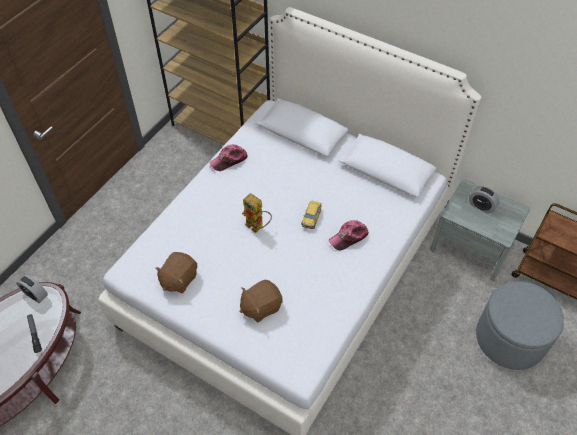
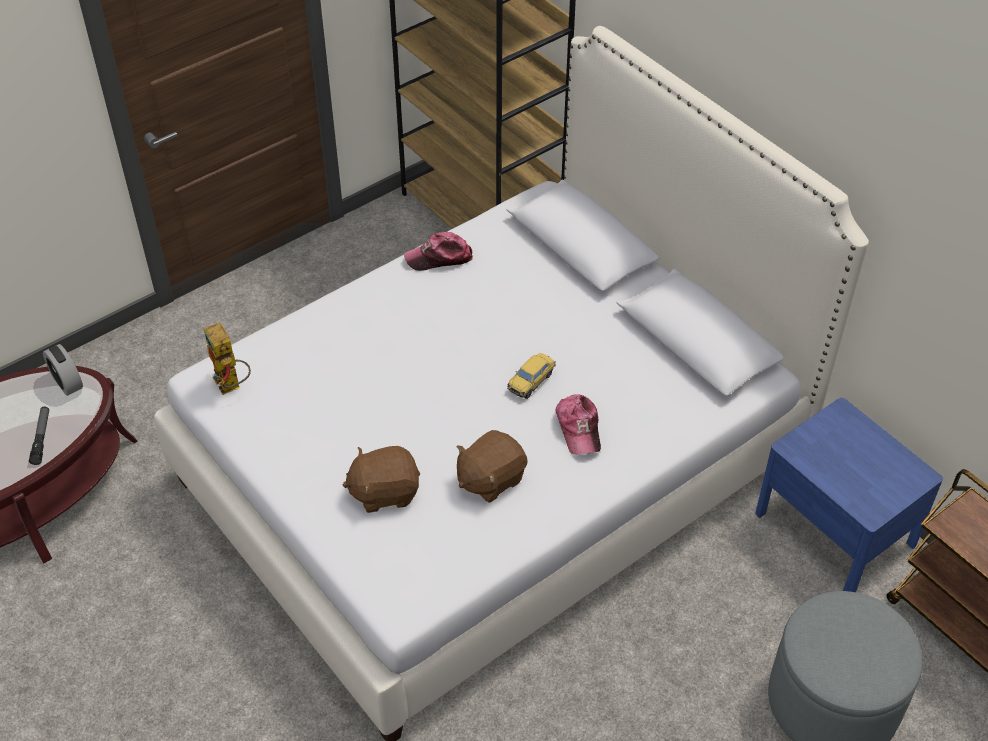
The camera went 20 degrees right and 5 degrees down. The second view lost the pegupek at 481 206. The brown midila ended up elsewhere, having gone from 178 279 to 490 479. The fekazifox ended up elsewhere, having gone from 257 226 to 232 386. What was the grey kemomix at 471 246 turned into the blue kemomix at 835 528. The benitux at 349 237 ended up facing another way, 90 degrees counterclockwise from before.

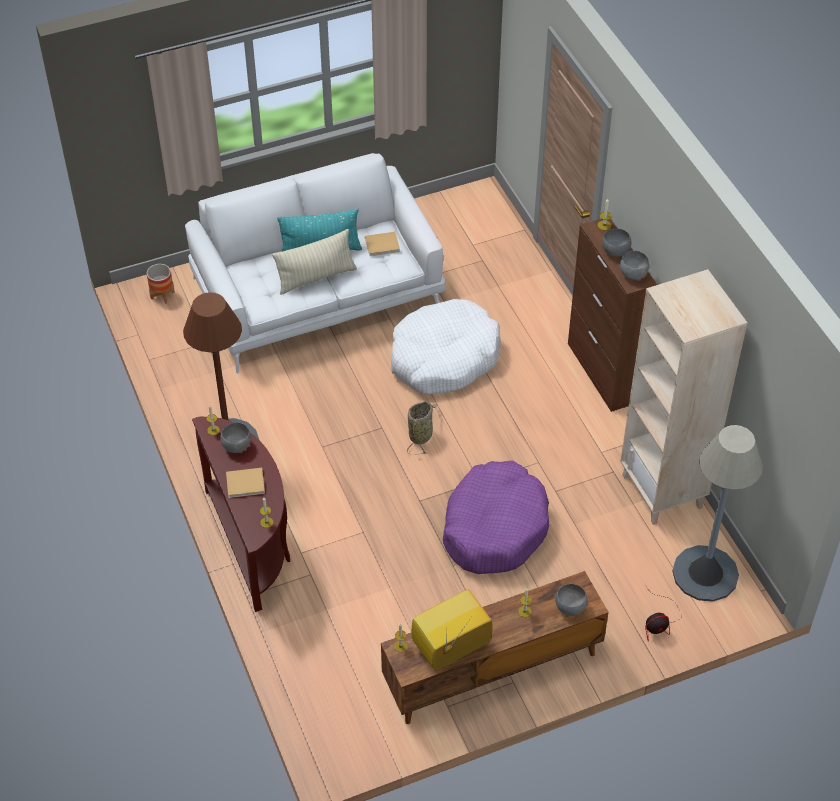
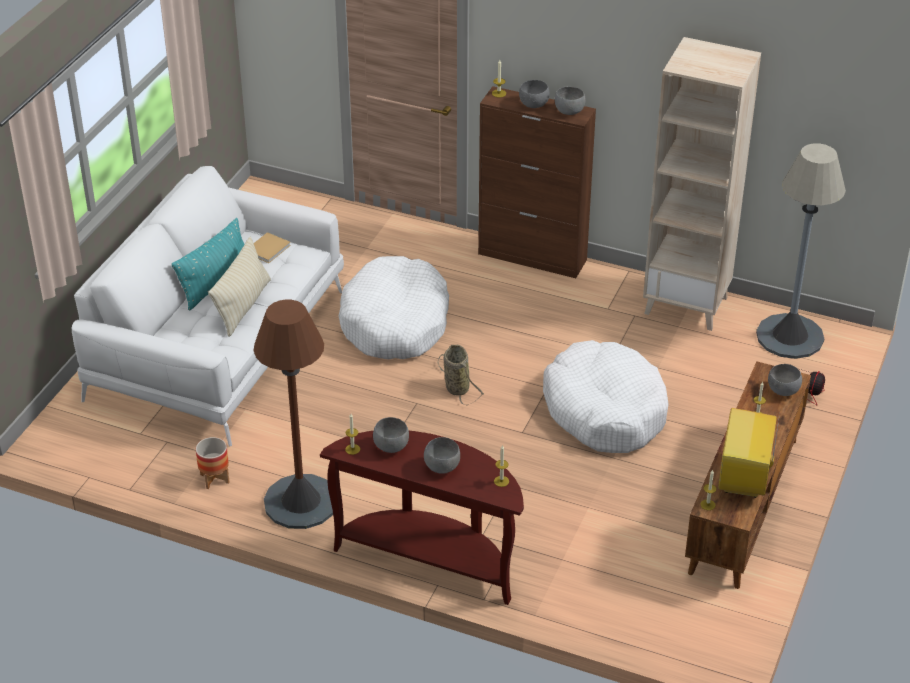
The camera went 45 degrees left and 10 degrees down. The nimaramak ended up elsewhere, having gone from 162 295 to 214 478. Where the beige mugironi stood at 246 483, the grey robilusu came to stand at 442 466. What was the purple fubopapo at 494 527 turned into the white fubopapo at 605 410.

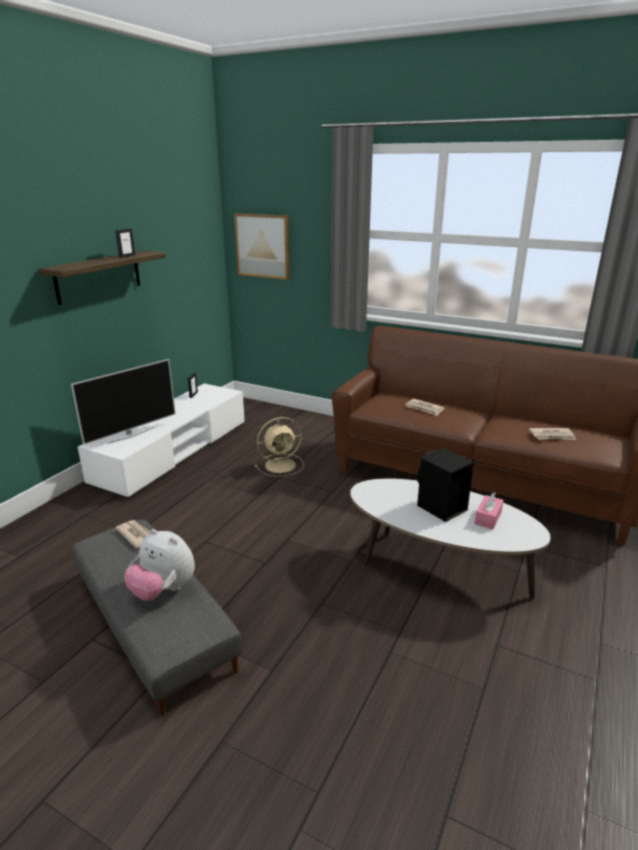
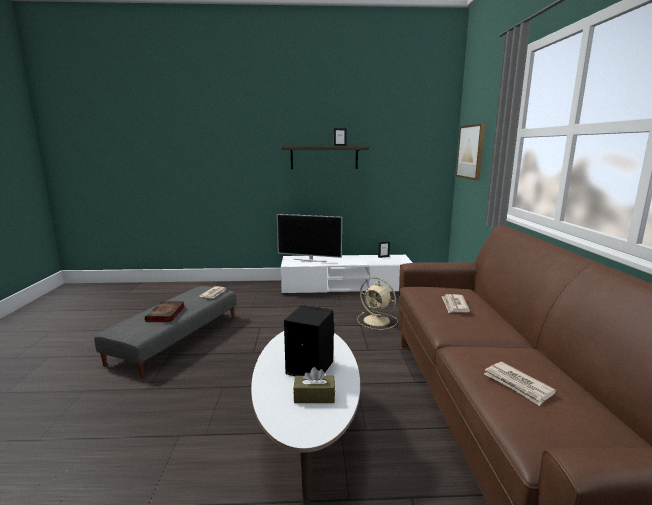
The camera went 60 degrees right and 10 degrees down. Where the midila stood at 163 590, the mugironi came to stand at 166 314. What was the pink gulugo at 488 518 turned into the brown gulugo at 314 396.

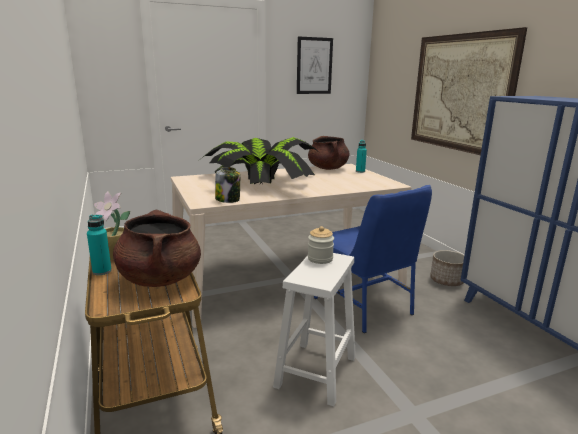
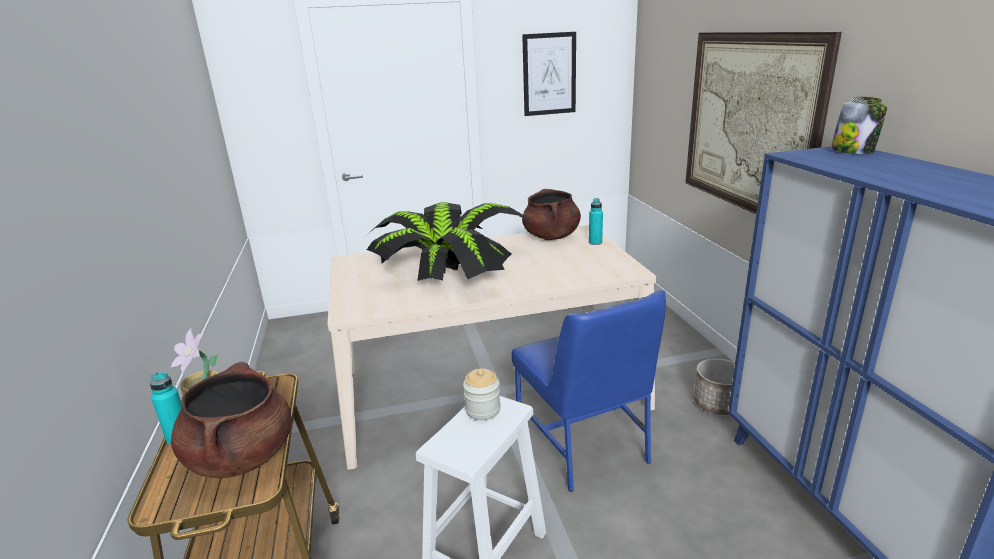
The camera went 10 degrees right and 5 degrees up. The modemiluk ended up elsewhere, having gone from 228 200 to 853 151.

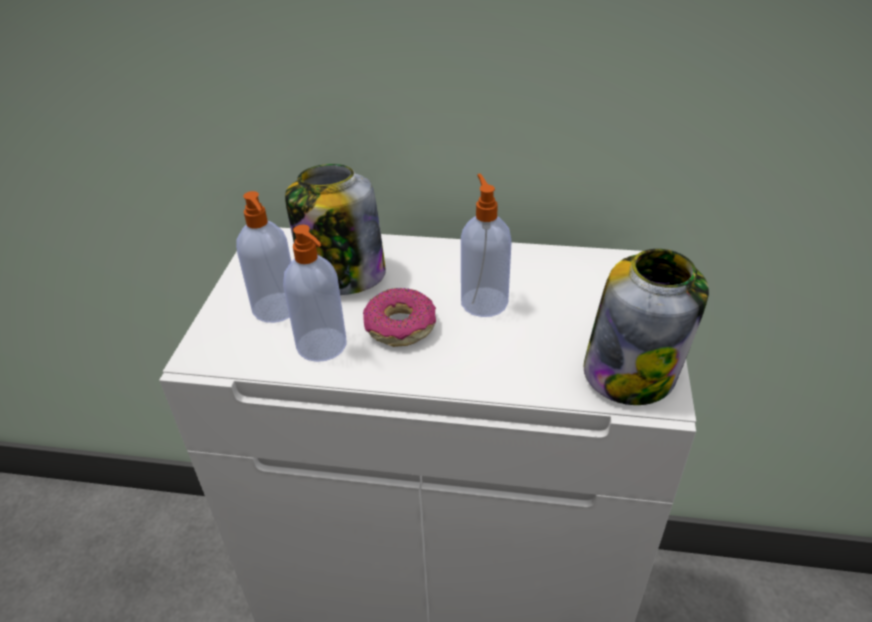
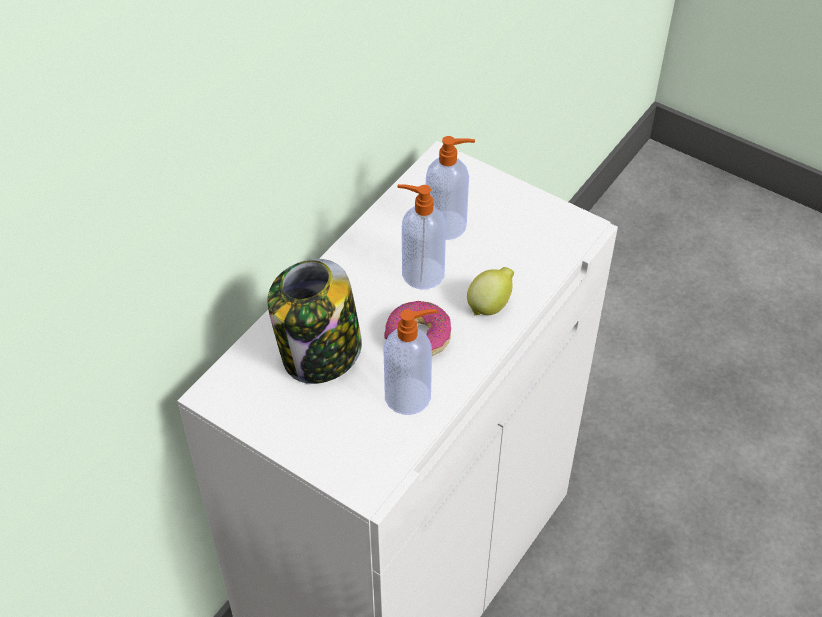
The camera went 65 degrees left and 10 degrees up. The second view lost the modemiluk at 631 372. The second view gained the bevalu at 490 305. The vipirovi ended up elsewhere, having gone from 276 309 to 447 225.

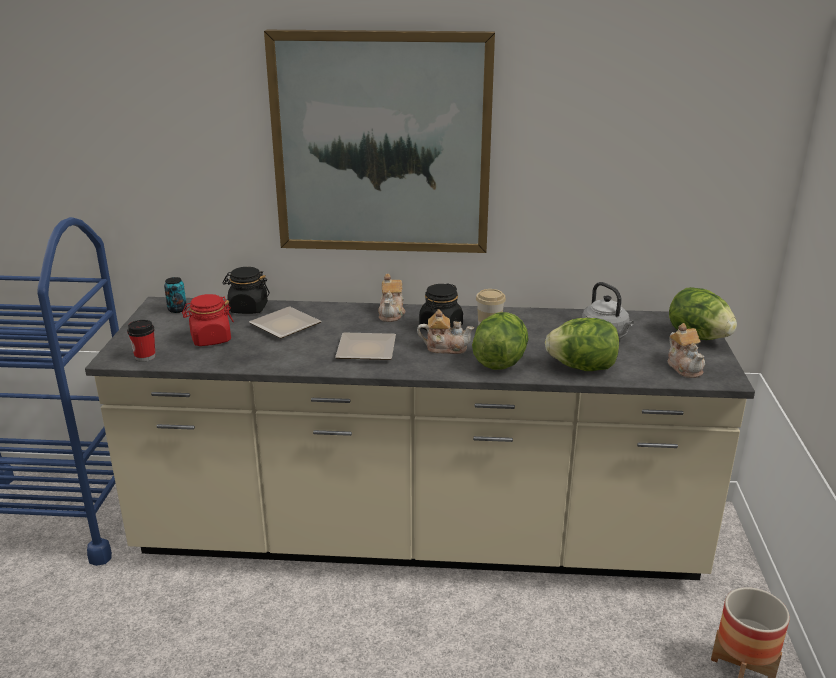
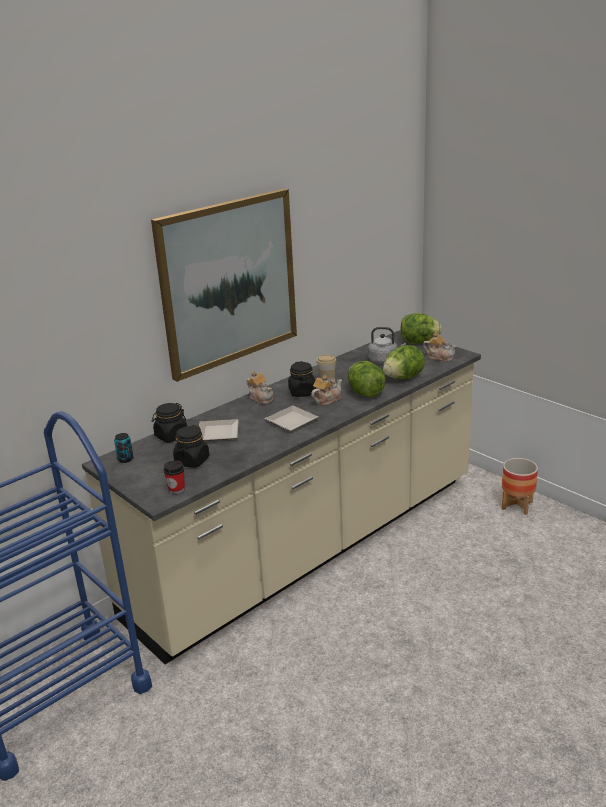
The camera went 45 degrees left and 0 degrees up. What was the red modemiluk at 210 339 turned into the black modemiluk at 192 461.

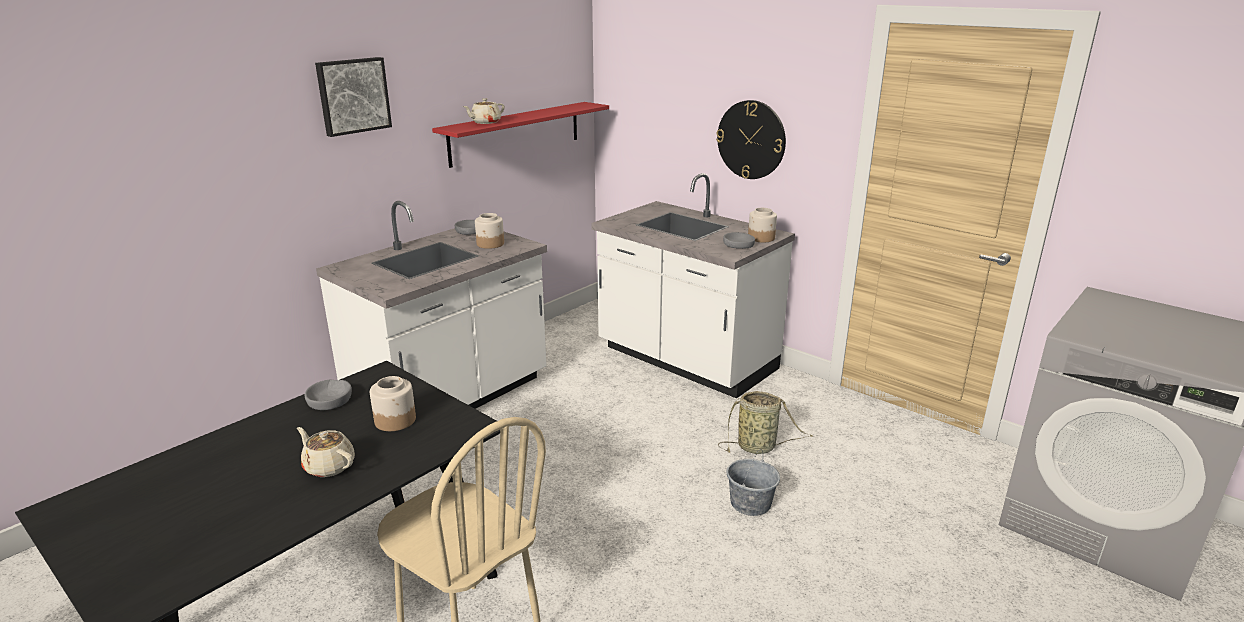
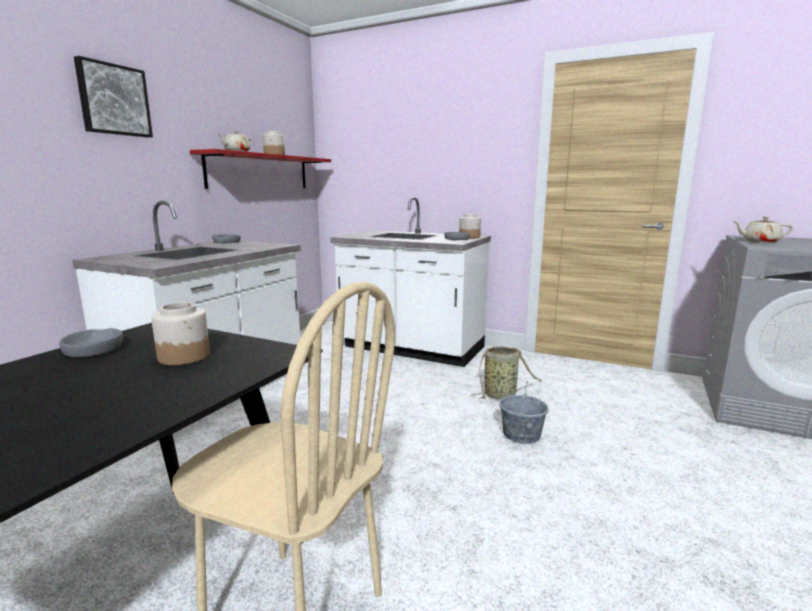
The camera went 15 degrees left and 10 degrees down. The second view lost the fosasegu at 751 140. The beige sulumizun ended up elsewhere, having gone from 329 466 to 759 242. The modemiluk ended up elsewhere, having gone from 490 244 to 274 155.

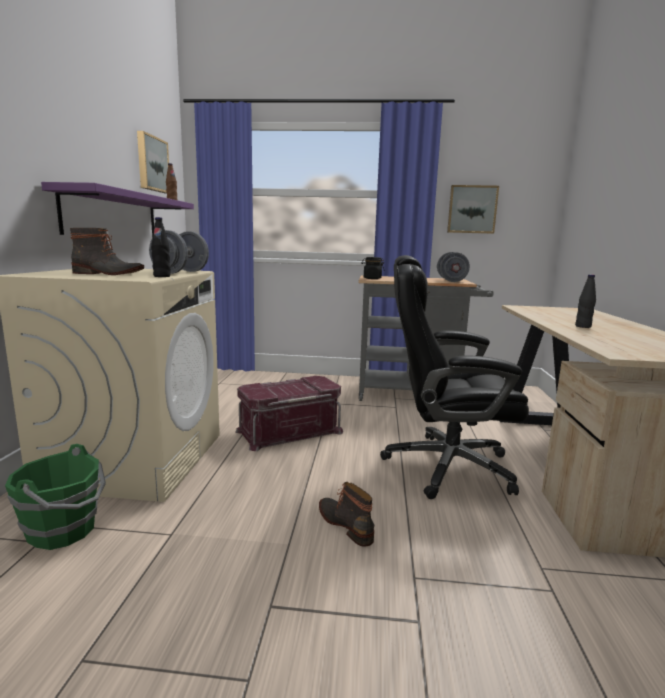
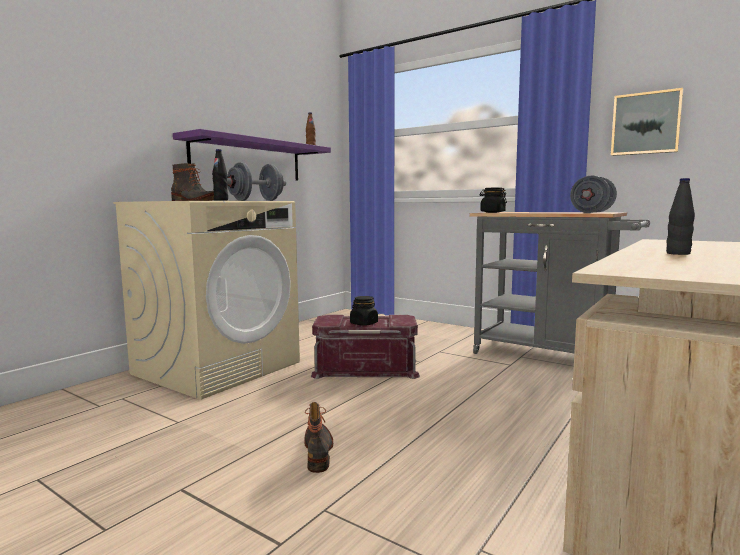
The camera went 30 degrees right and 5 degrees down. The second view lost the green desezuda at 64 530. The second view lost the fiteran at 151 164. The second view lost the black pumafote at 445 466. The second view gained the black modemiluk at 363 323.

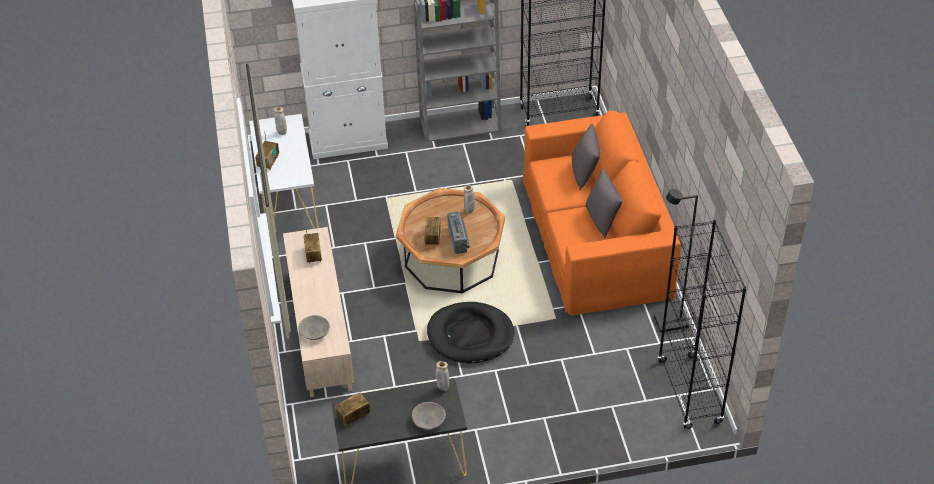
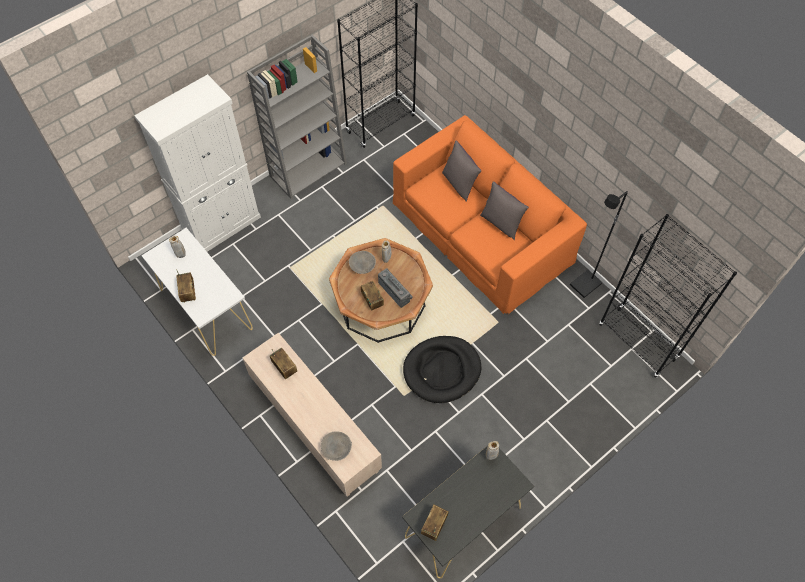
The camera went 30 degrees left and 15 degrees up. The grey robilusu ended up elsewhere, having gone from 428 421 to 362 266.

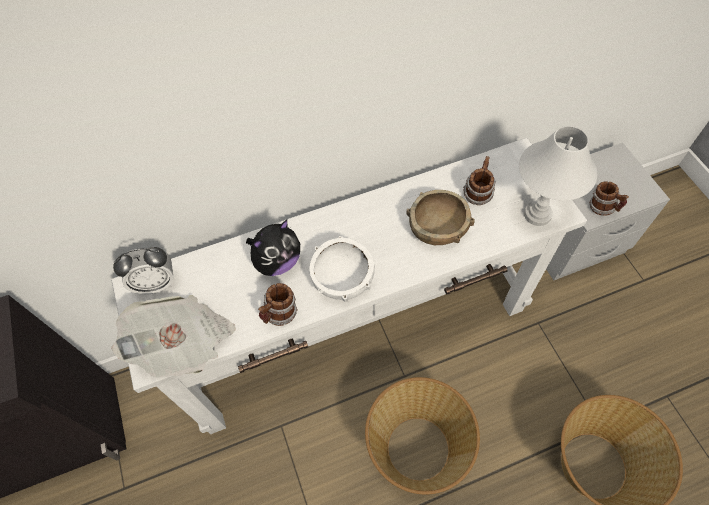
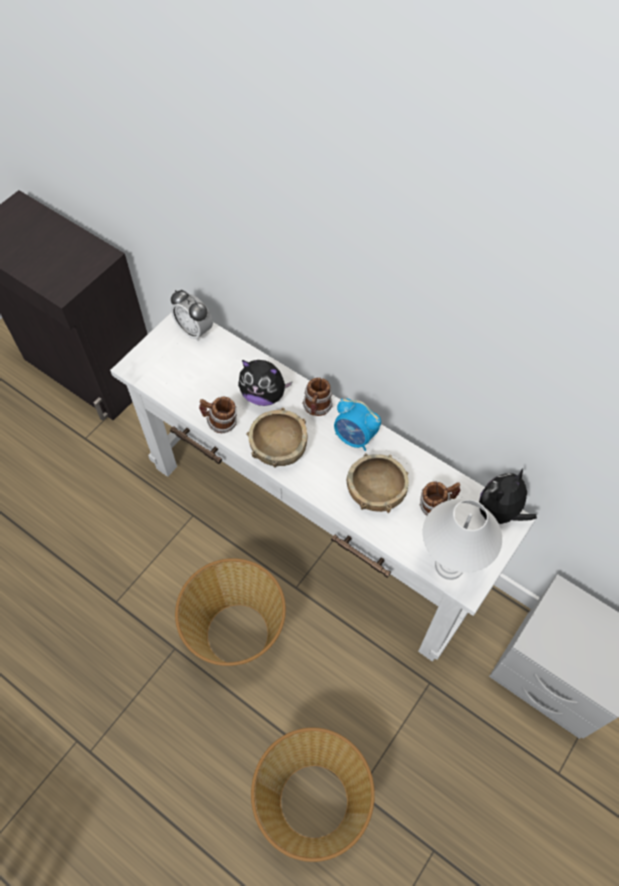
The camera went 55 degrees right and 0 degrees up. The second view lost the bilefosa at 185 343. The second view gained the pegupek at 355 437. The second view gained the midila at 500 513. The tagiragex ended up elsewhere, having gone from 602 208 to 317 408. What was the white robilusu at 342 278 turned into the brown robilusu at 279 447.

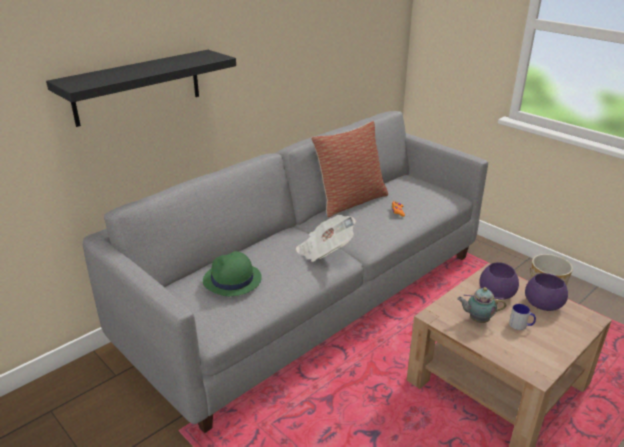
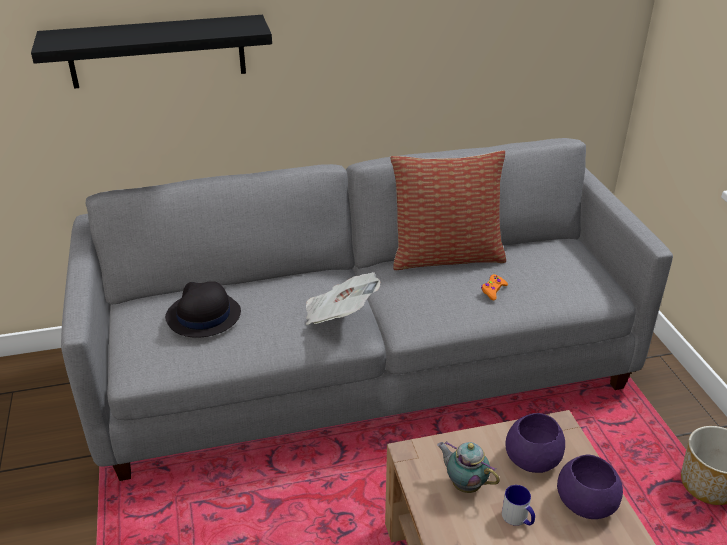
The camera went 30 degrees right and 5 degrees up. What was the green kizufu at 232 280 turned into the black kizufu at 203 315.

